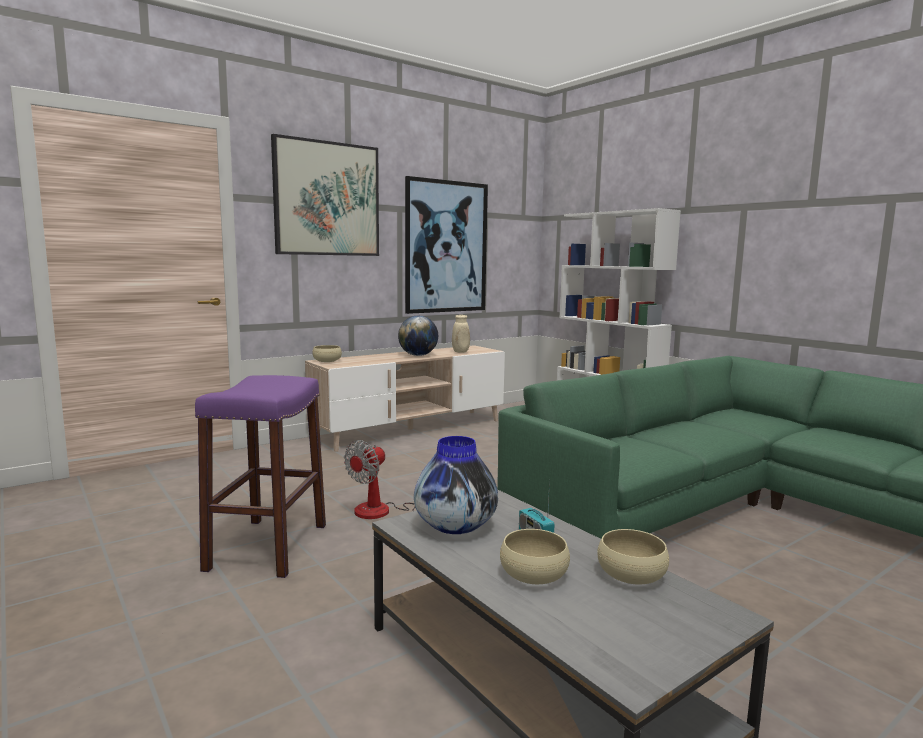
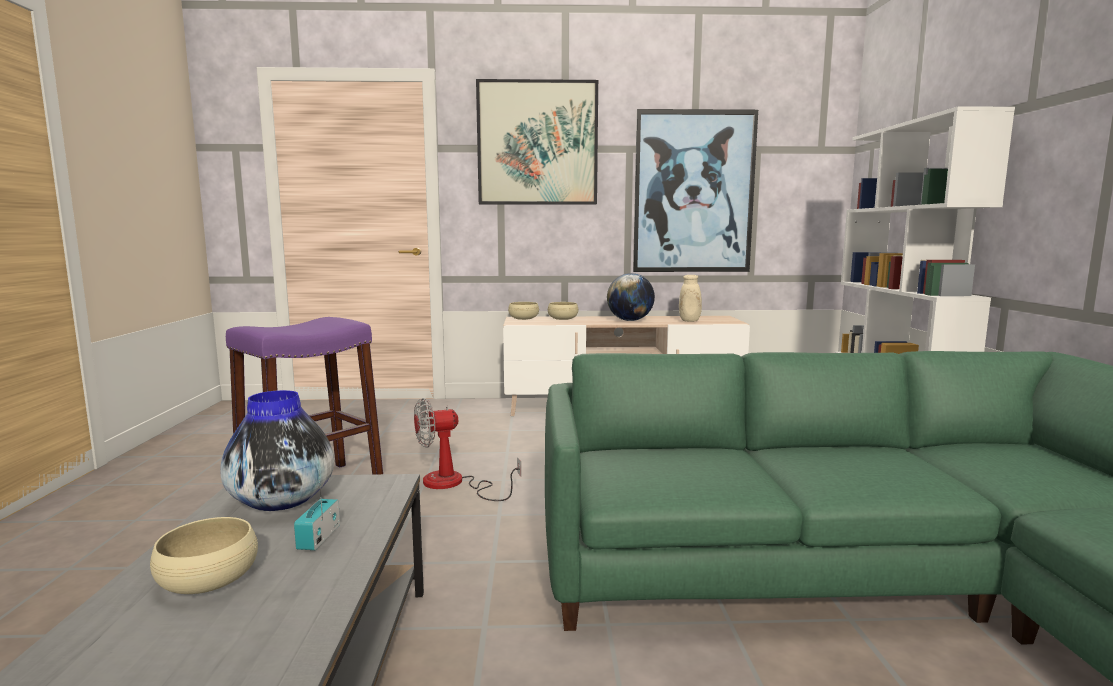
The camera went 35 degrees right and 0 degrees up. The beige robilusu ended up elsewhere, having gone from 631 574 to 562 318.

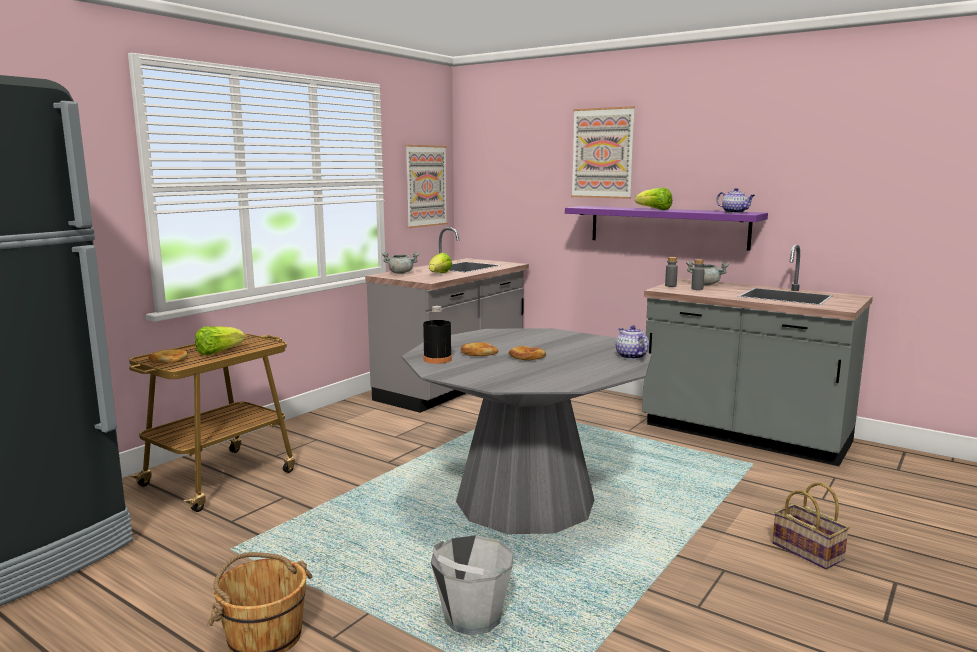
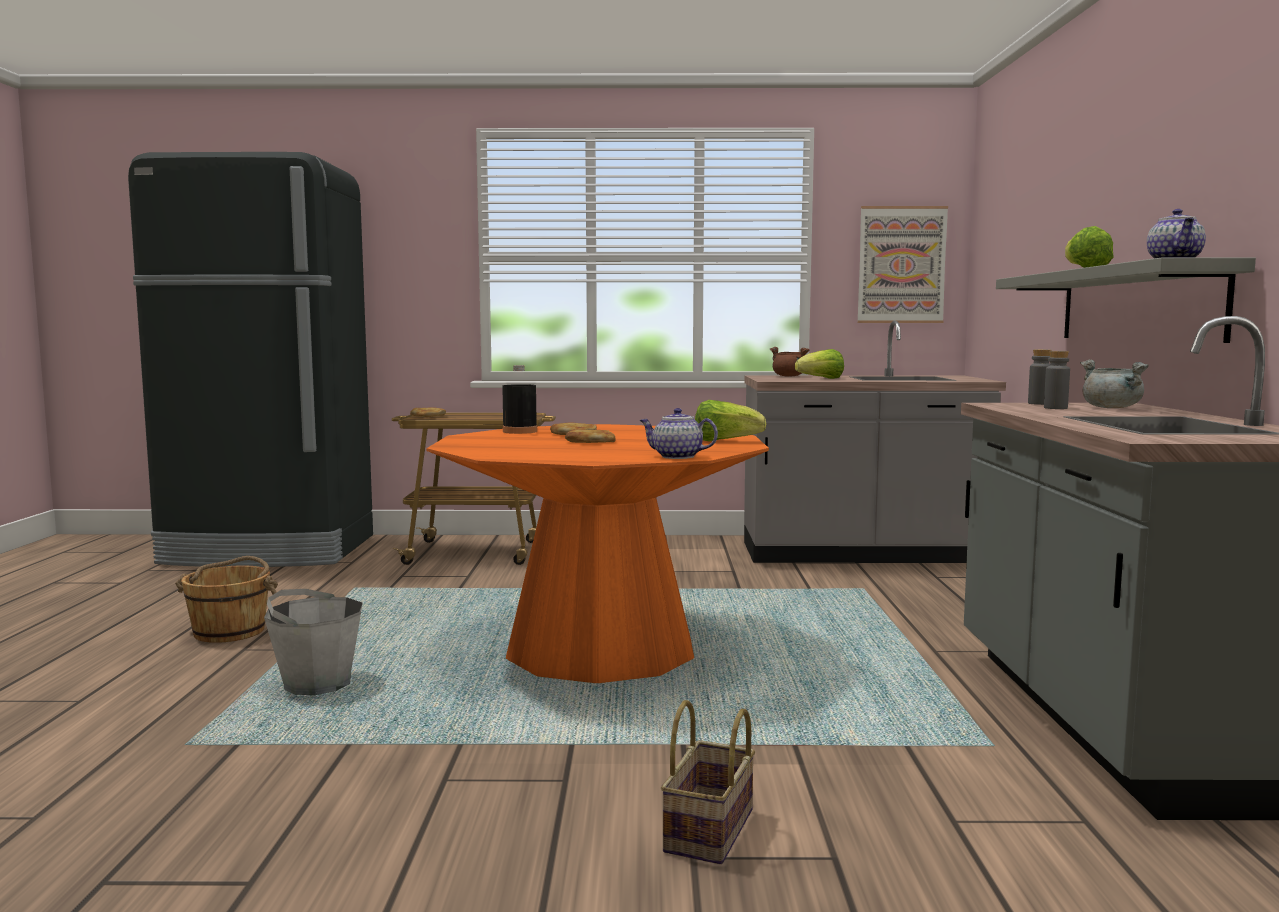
The camera went 55 degrees right and 5 degrees down. The second view lost the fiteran at 602 153. The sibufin ended up elsewhere, having gone from 218 352 to 725 441. What was the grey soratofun at 401 273 turned into the brown soratofun at 789 376. What was the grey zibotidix at 525 501 turned into the orange zibotidix at 600 649. What was the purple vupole at 667 227 turned into the grey vupole at 1137 305. The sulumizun at 630 356 ended up facing another way, 105 degrees counterclockwise from before.

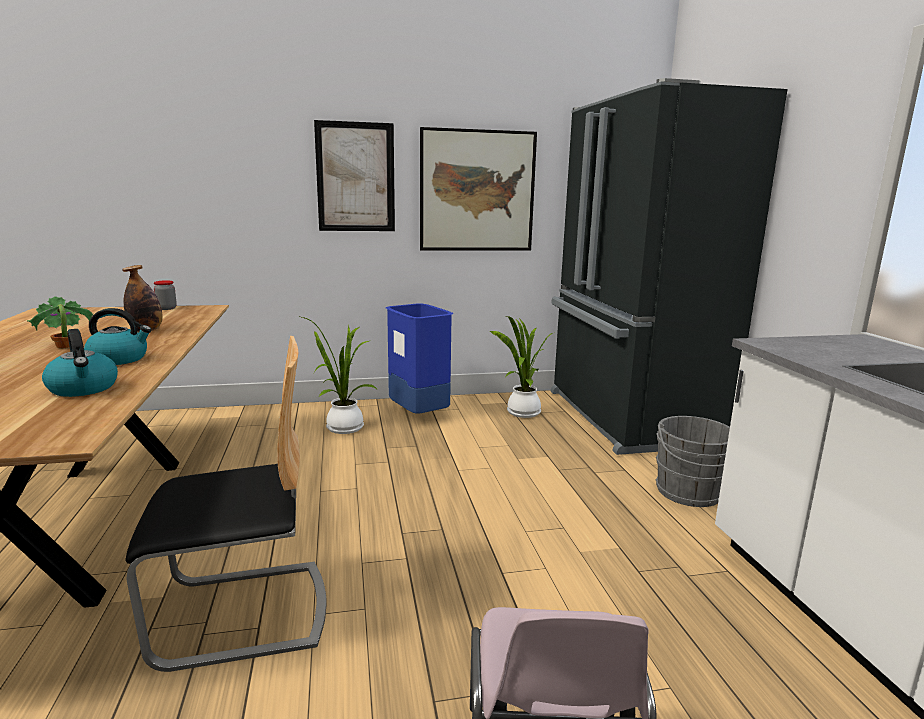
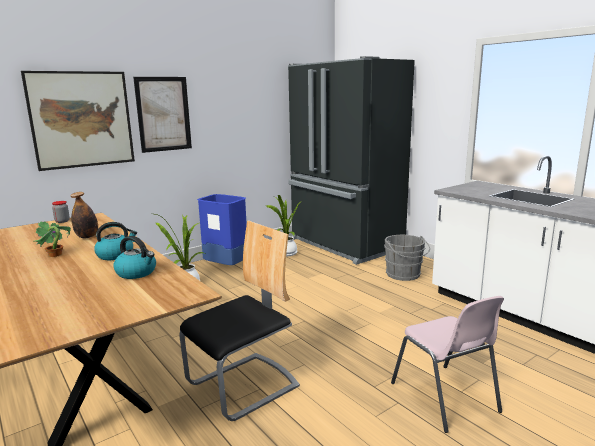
The camera went 25 degrees left and 0 degrees up. The fiteran ended up elsewhere, having gone from 477 191 to 81 119.

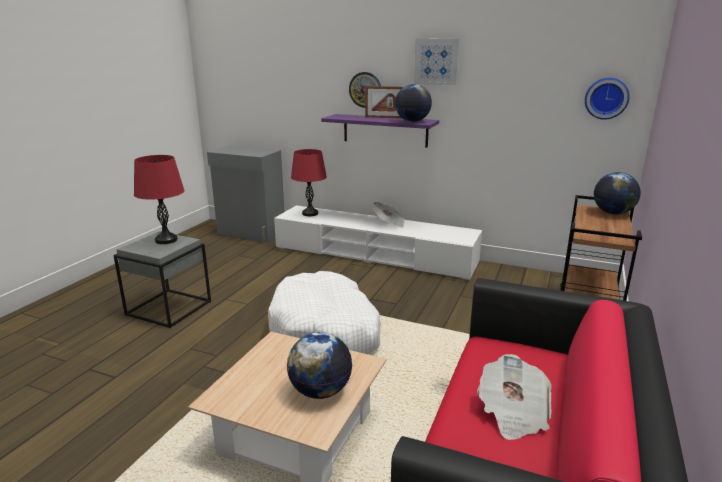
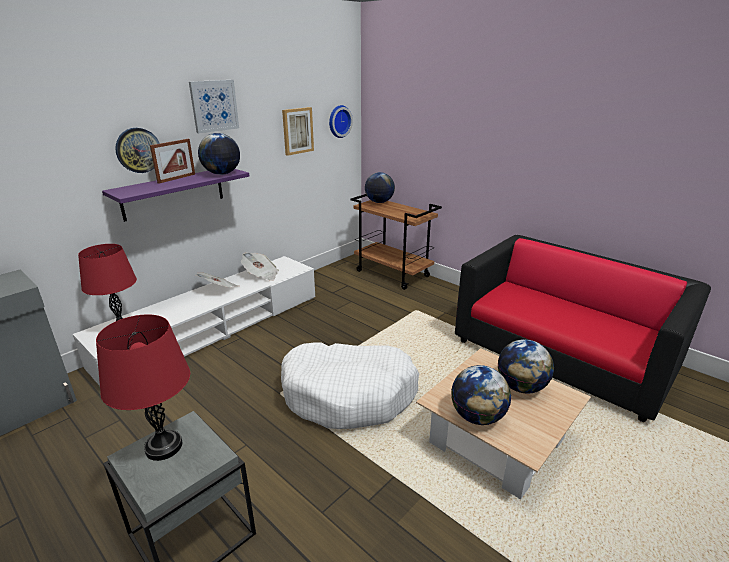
The camera went 70 degrees left and 5 degrees up. The second view gained the fiteran at 297 131. The second view gained the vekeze at 477 417. The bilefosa ended up elsewhere, having gone from 512 413 to 261 275.

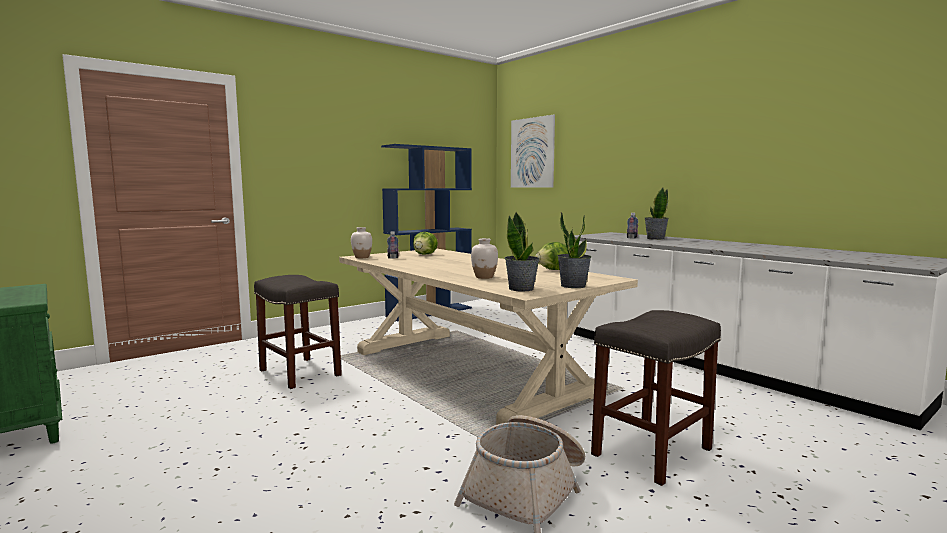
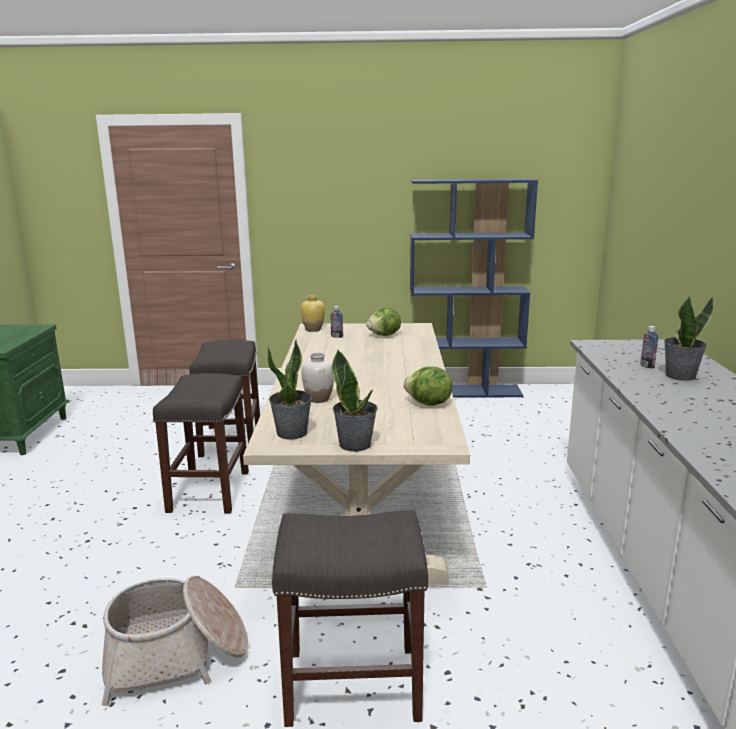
The camera went 40 degrees right and 10 degrees up. The second view lost the fiteran at 532 153. The second view gained the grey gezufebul at 209 491. What was the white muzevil at 362 257 turned into the yellow muzevil at 313 329.

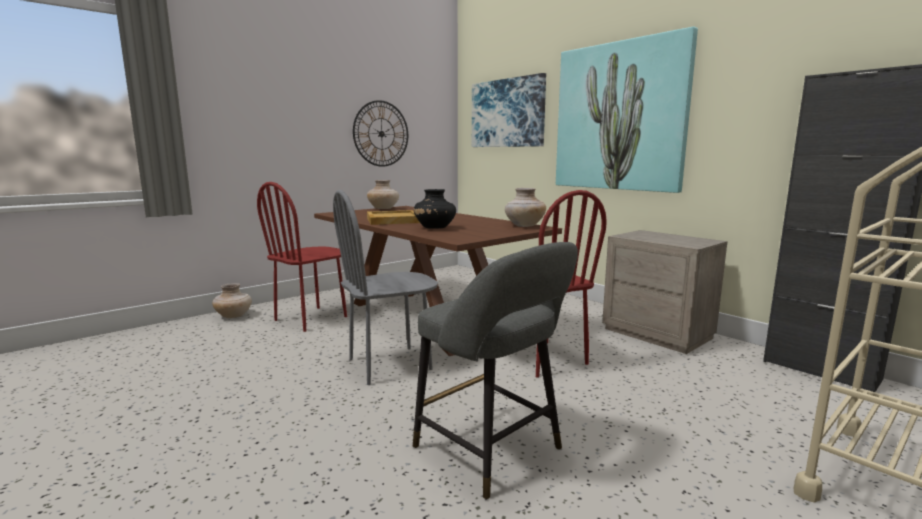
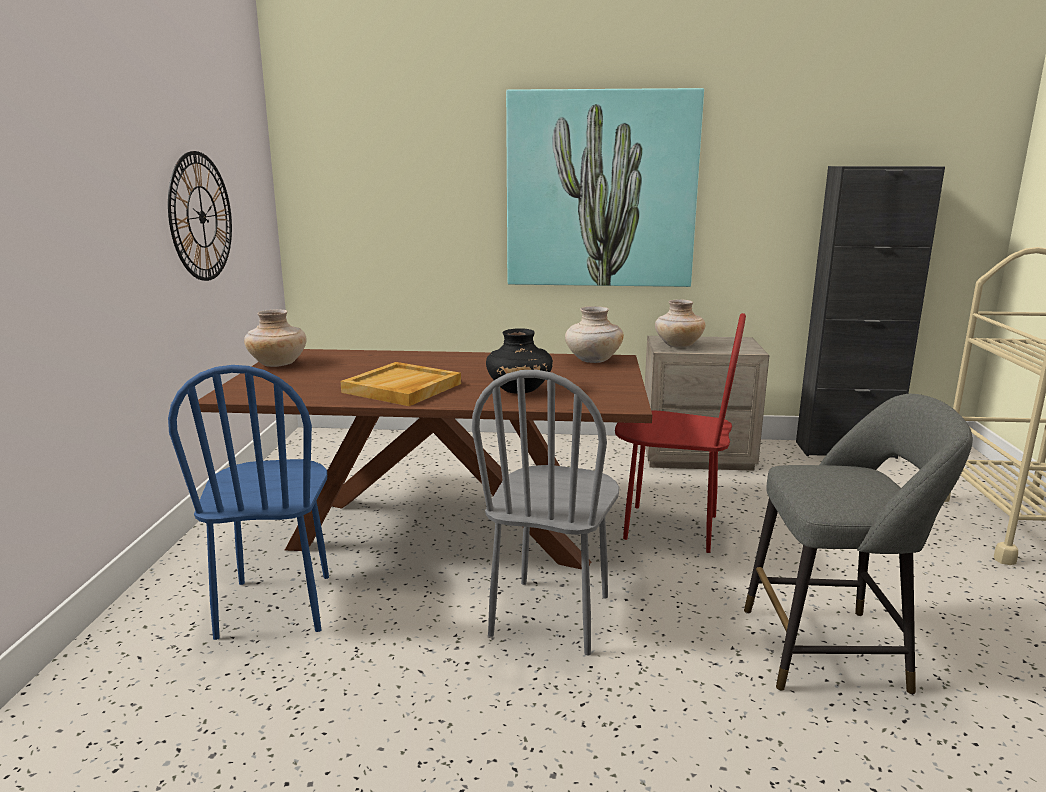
The camera went 45 degrees left and 5 degrees up. The second view lost the fiteran at 507 113. The beige muzevil ended up elsewhere, having gone from 234 316 to 678 345. What was the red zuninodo at 311 318 turned into the blue zuninodo at 276 606.

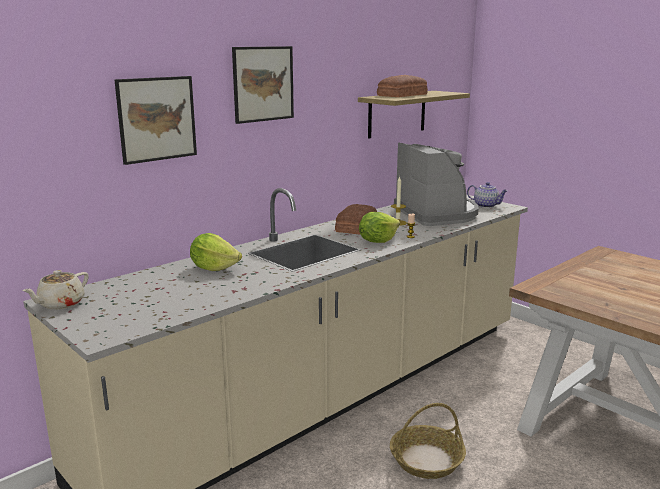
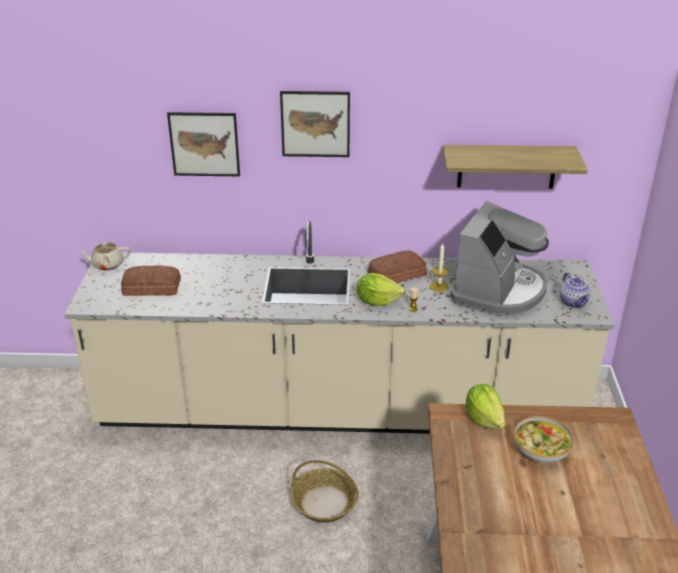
The camera went 45 degrees right and 15 degrees up. The second view gained the robilusu at 541 449. The sibufin ended up elsewhere, having gone from 214 268 to 484 419. The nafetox ended up elsewhere, having gone from 403 95 to 152 288.

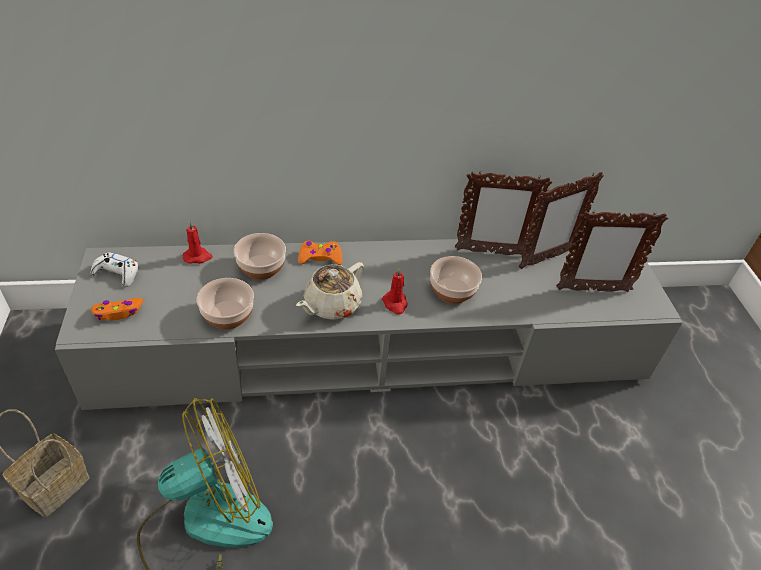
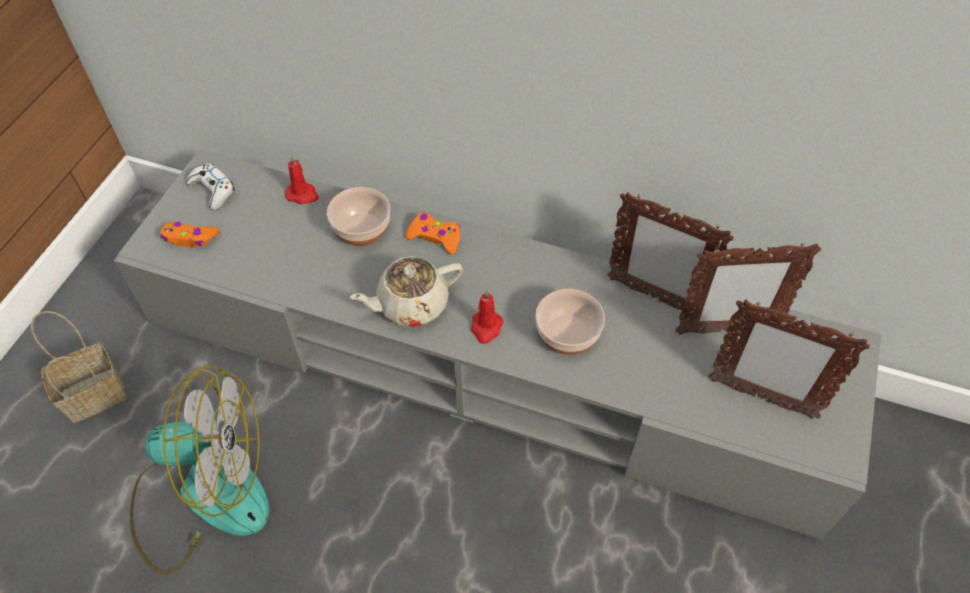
The camera went 30 degrees right and 10 degrees up. The second view lost the robilusu at 228 315.

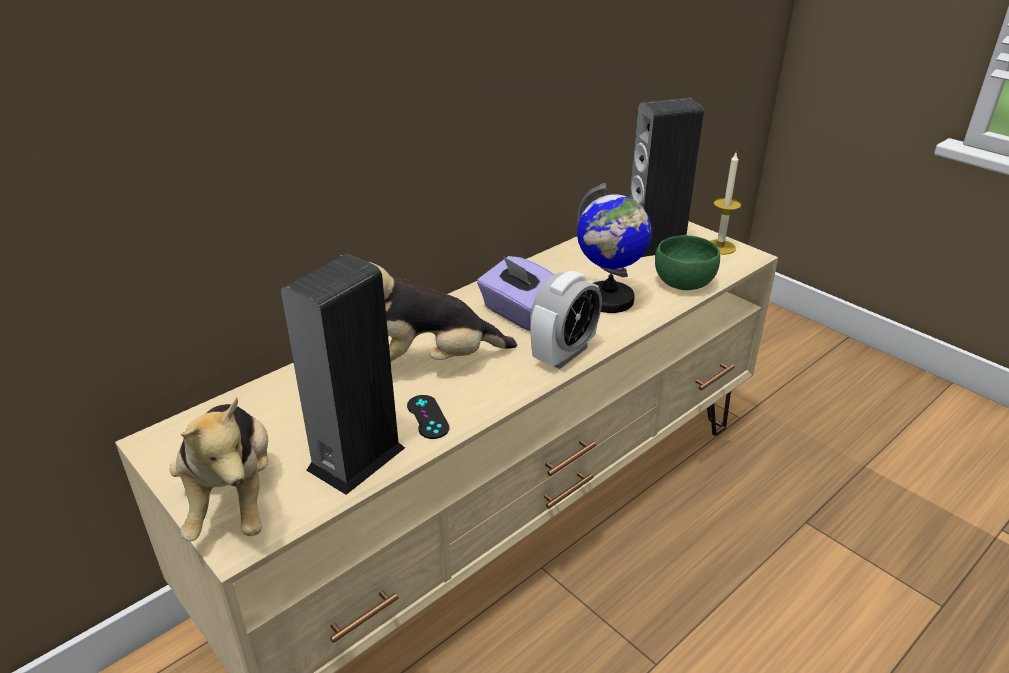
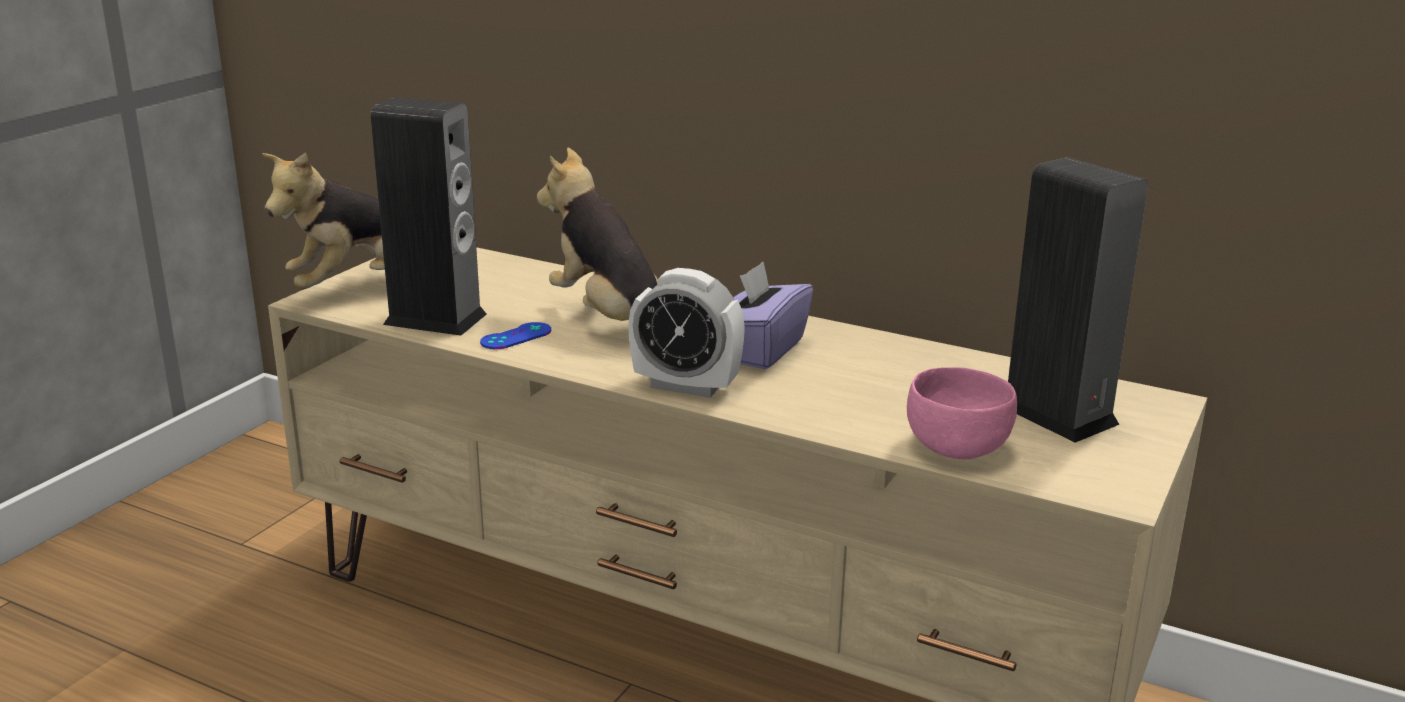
The camera went 70 degrees right and 10 degrees down. The second view lost the vekeze at 609 300. The second view lost the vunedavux at 720 247. What was the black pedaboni at 427 417 turned into the blue pedaboni at 516 336. What was the green robilusu at 683 282 turned into the pink robilusu at 956 445.

